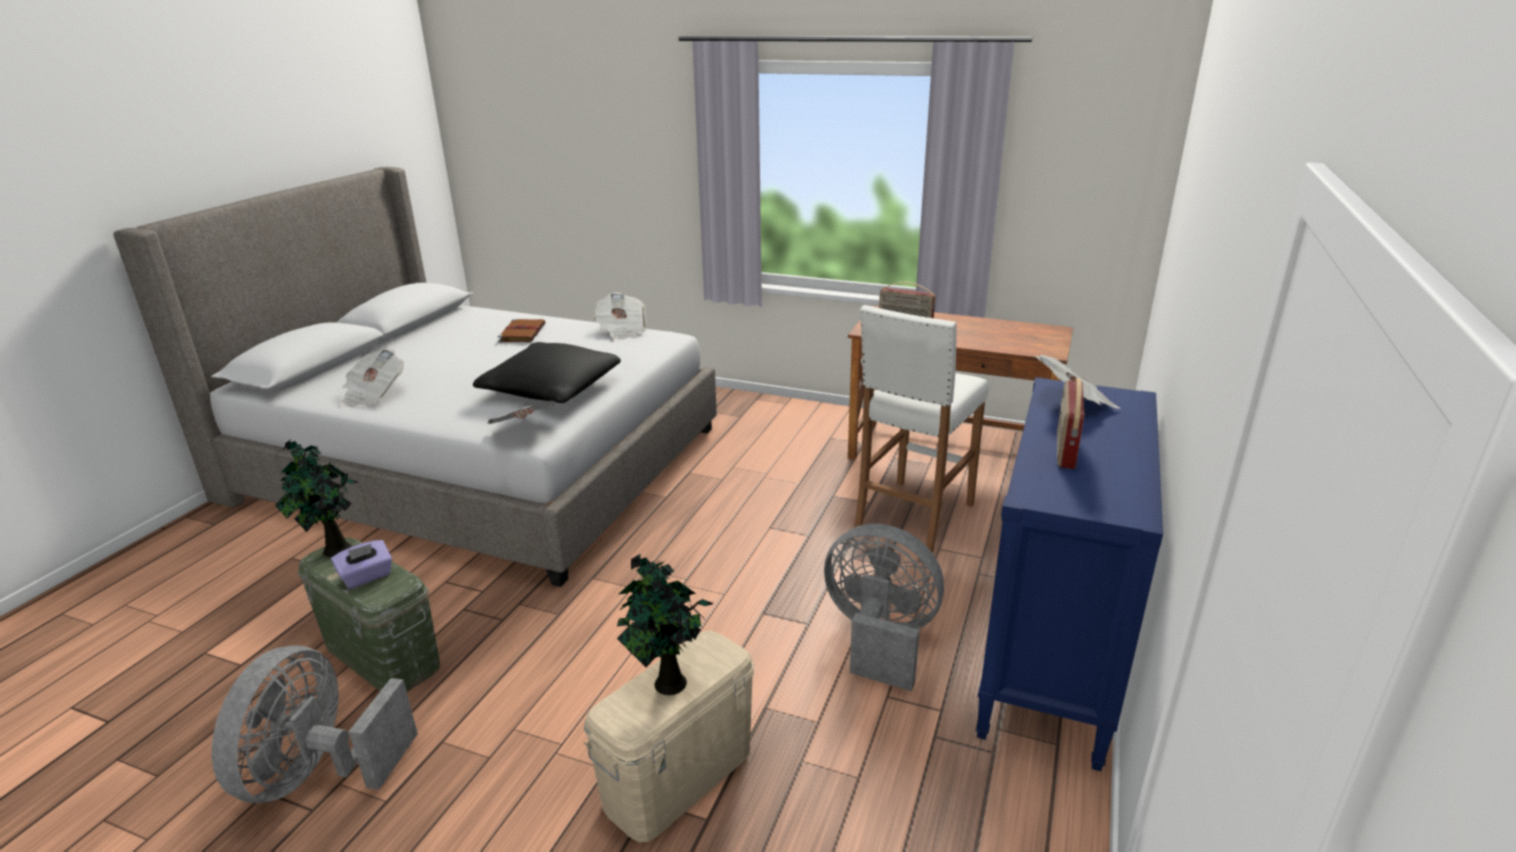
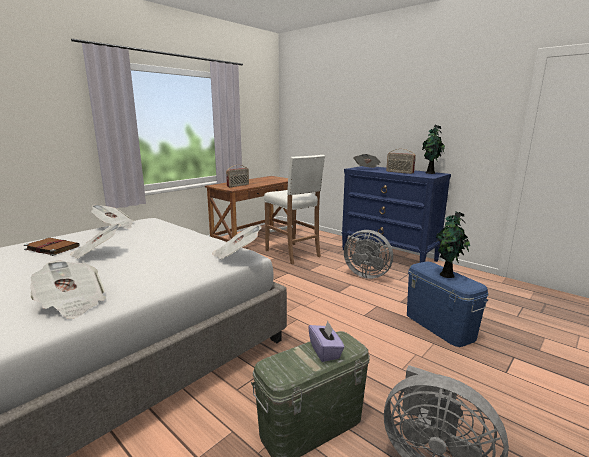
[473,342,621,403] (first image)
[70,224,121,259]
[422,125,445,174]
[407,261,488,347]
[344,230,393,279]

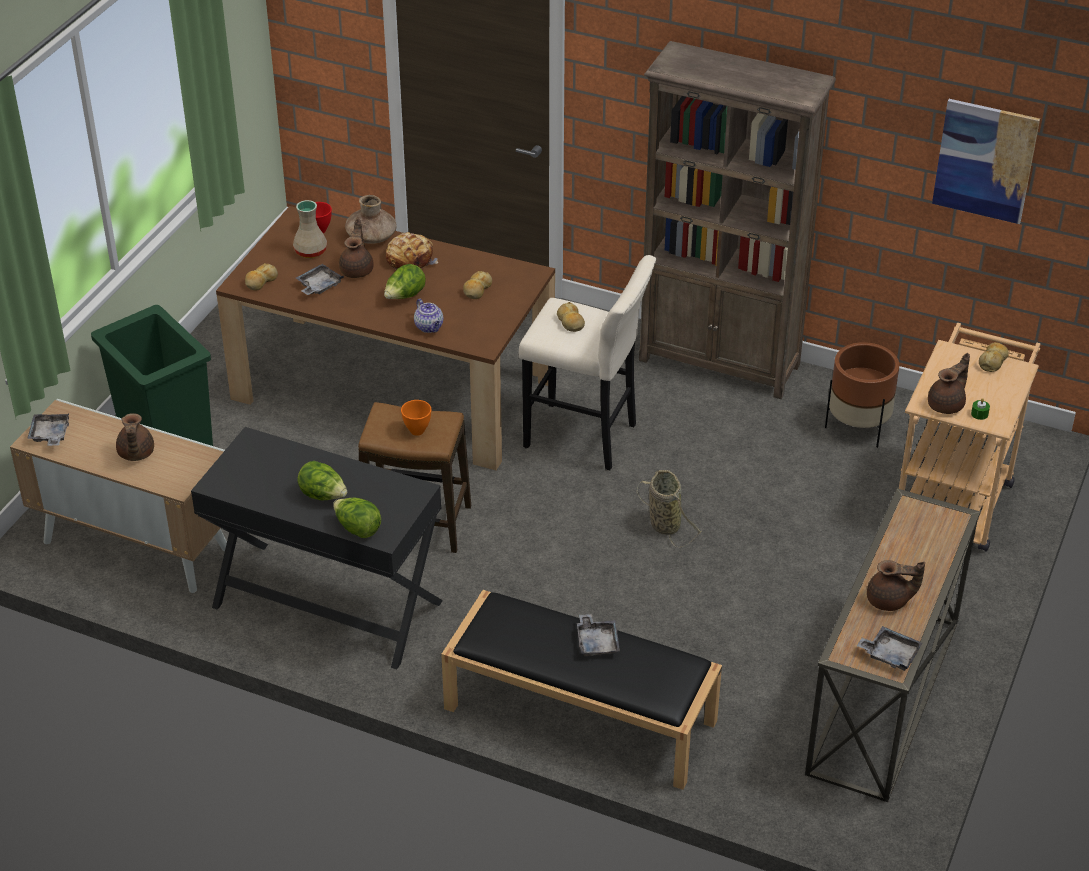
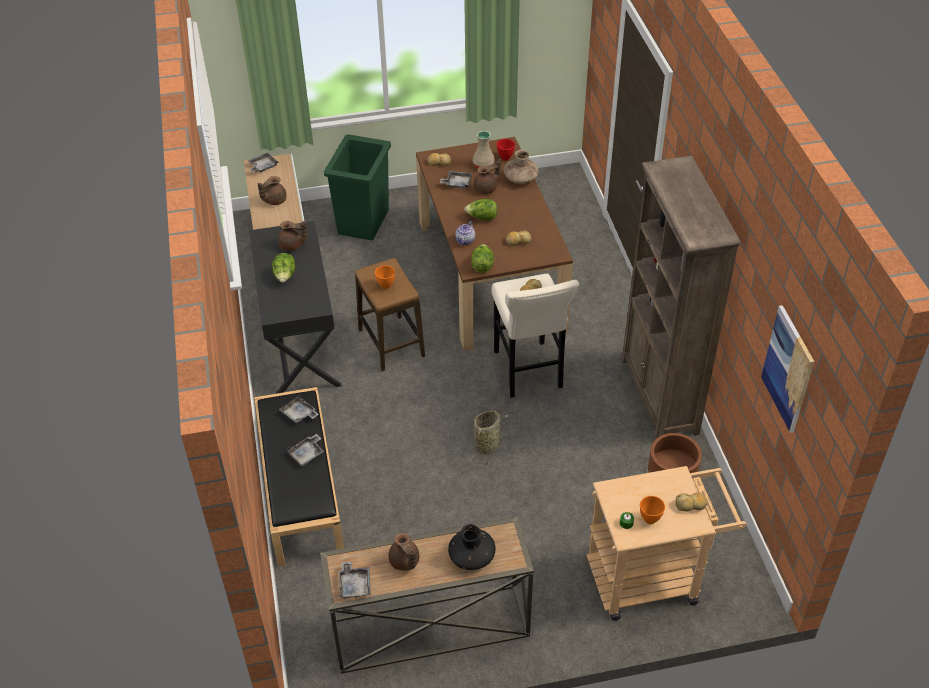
[386,232,438,270] (first image)
[279,395,319,423]
[448,524,496,570]
[640,496,665,524]
[471,244,494,273]
[278,221,307,251]

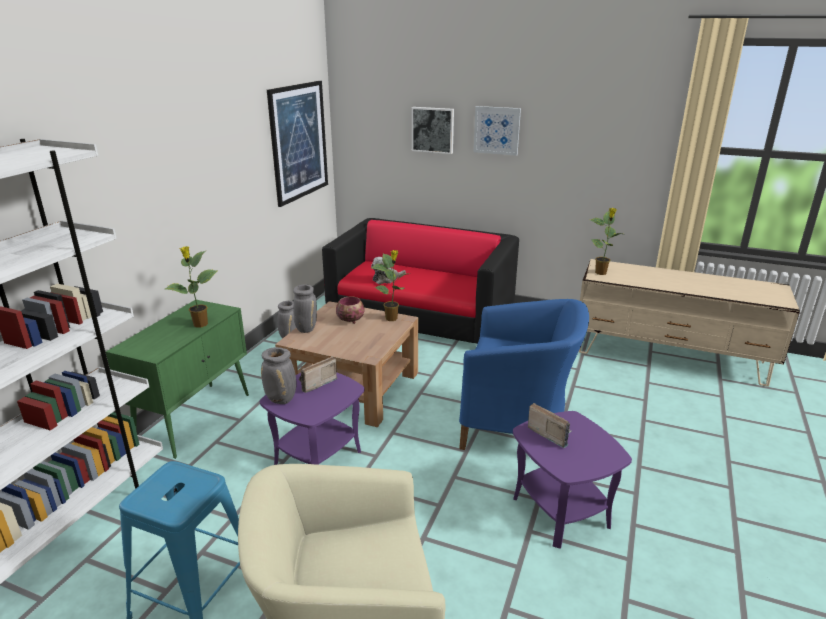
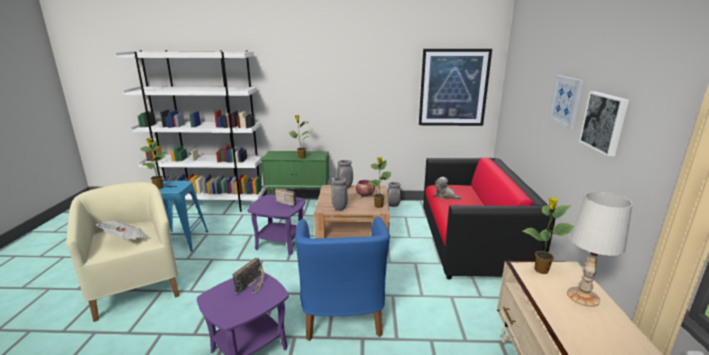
[96,221,150,240]
[140,138,165,189]
[567,192,633,307]
[331,177,348,210]
[579,91,629,156]

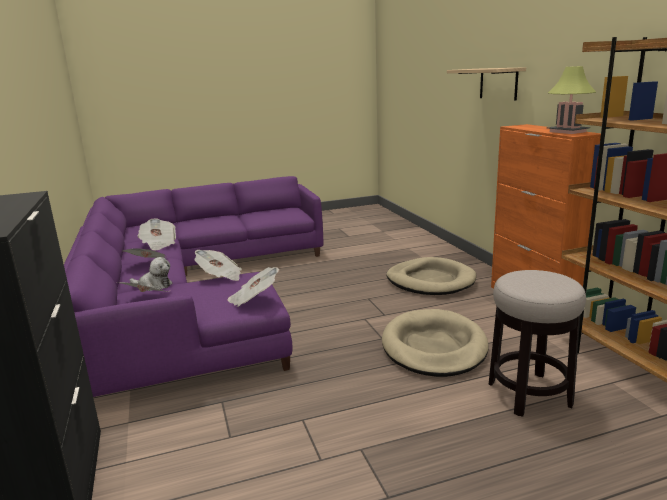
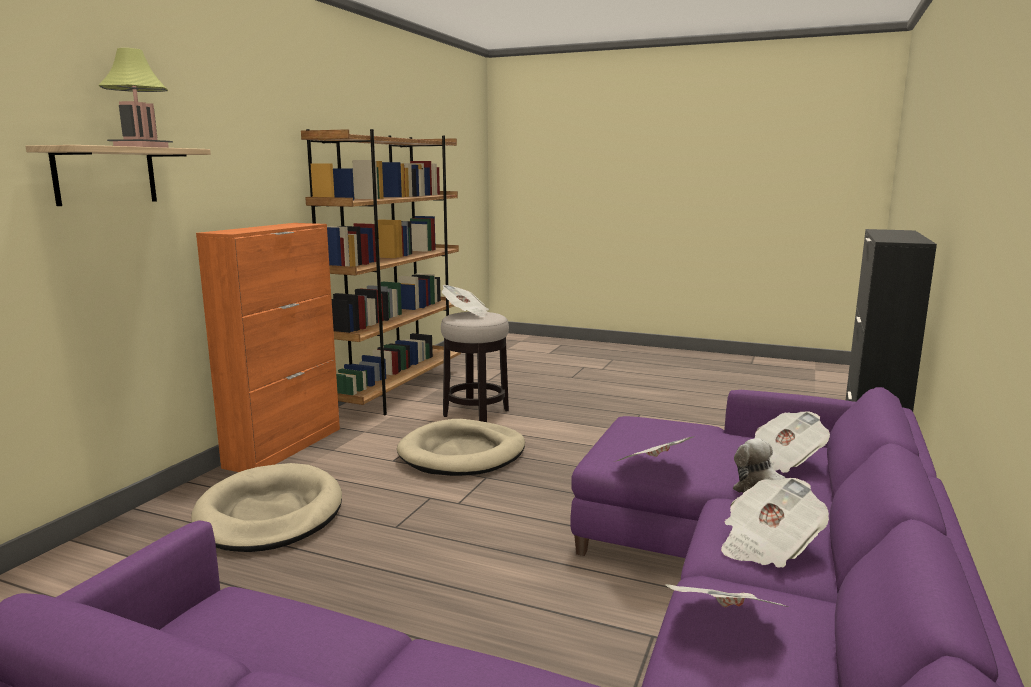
[441,285,489,317]
[99,48,173,148]

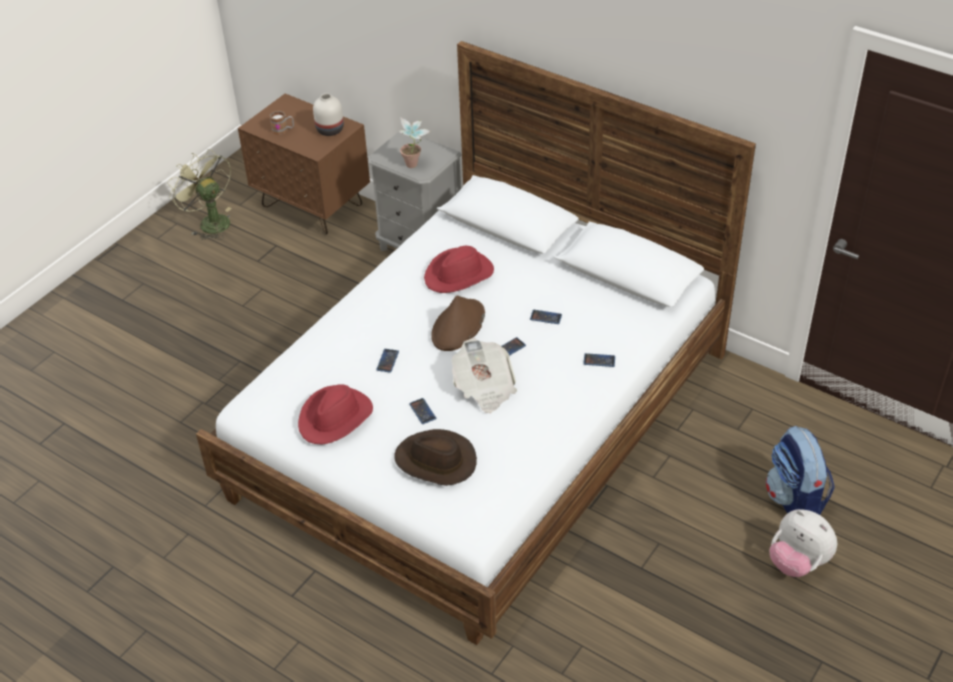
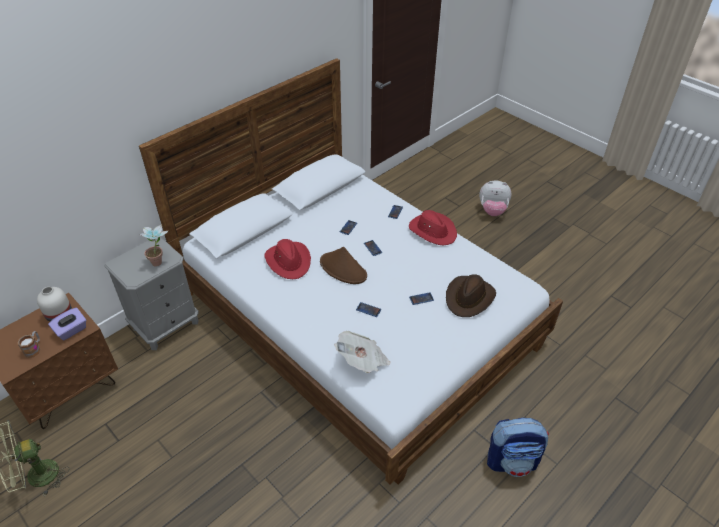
[48,308,86,340]
[409,210,457,245]
[334,331,390,373]
[487,418,549,477]
[479,181,511,216]

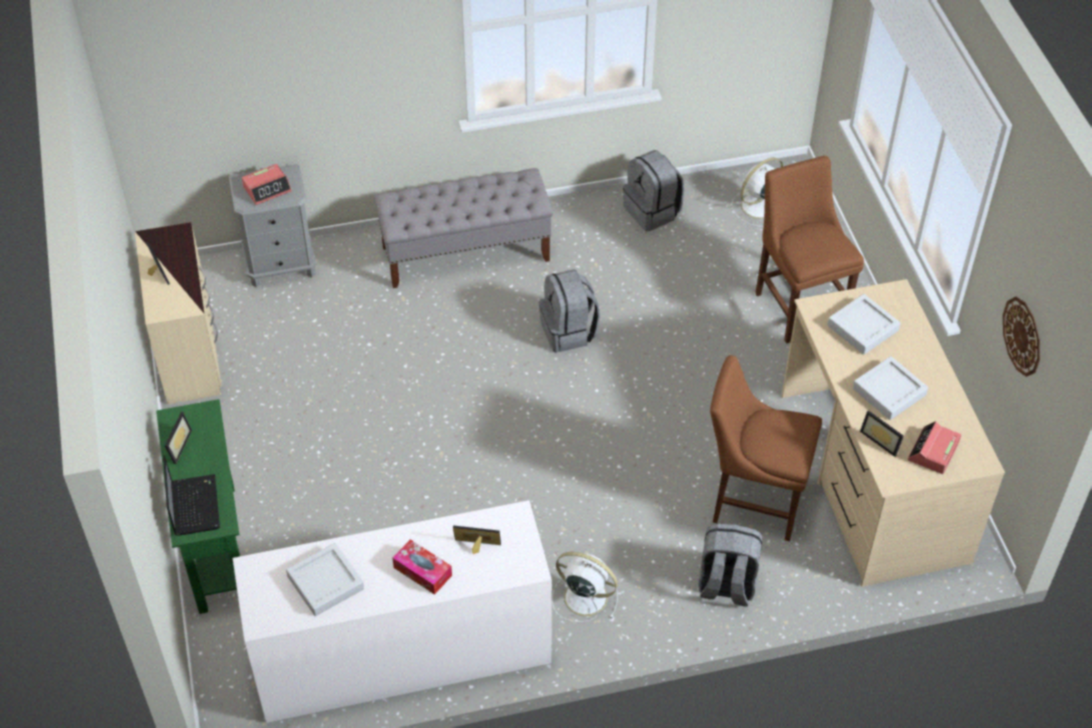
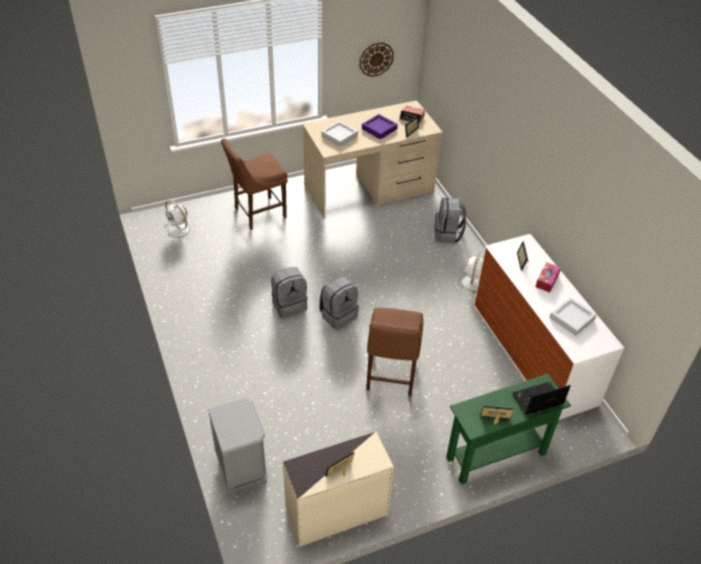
[242,164,292,205] (first image)
[375,168,553,288] (first image)
[319,277,359,330]
[366,307,424,396]
[362,114,398,139]

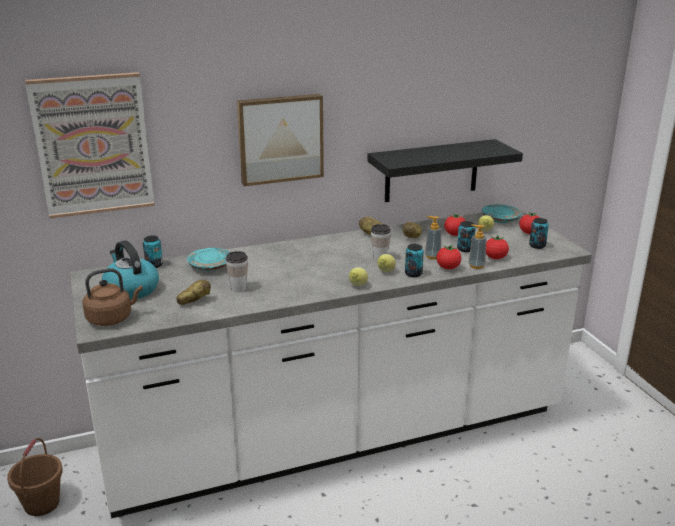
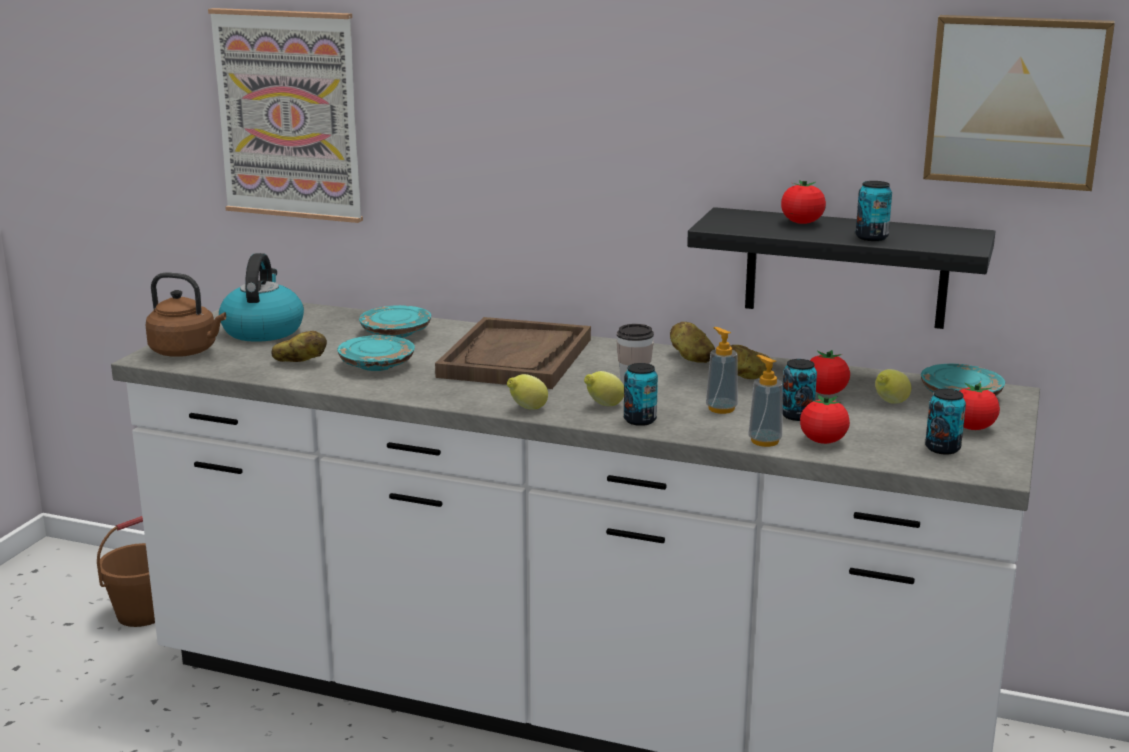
[435,317,591,389]
[856,181,892,241]
[923,15,1115,191]
[781,180,826,224]
[337,335,415,371]

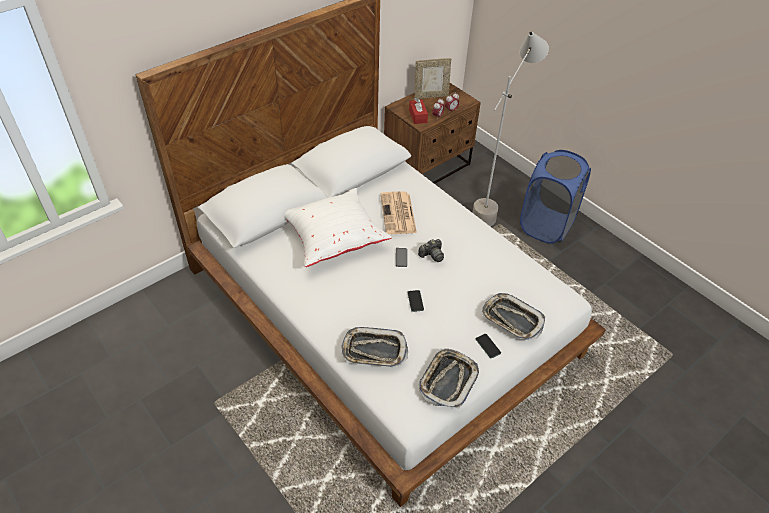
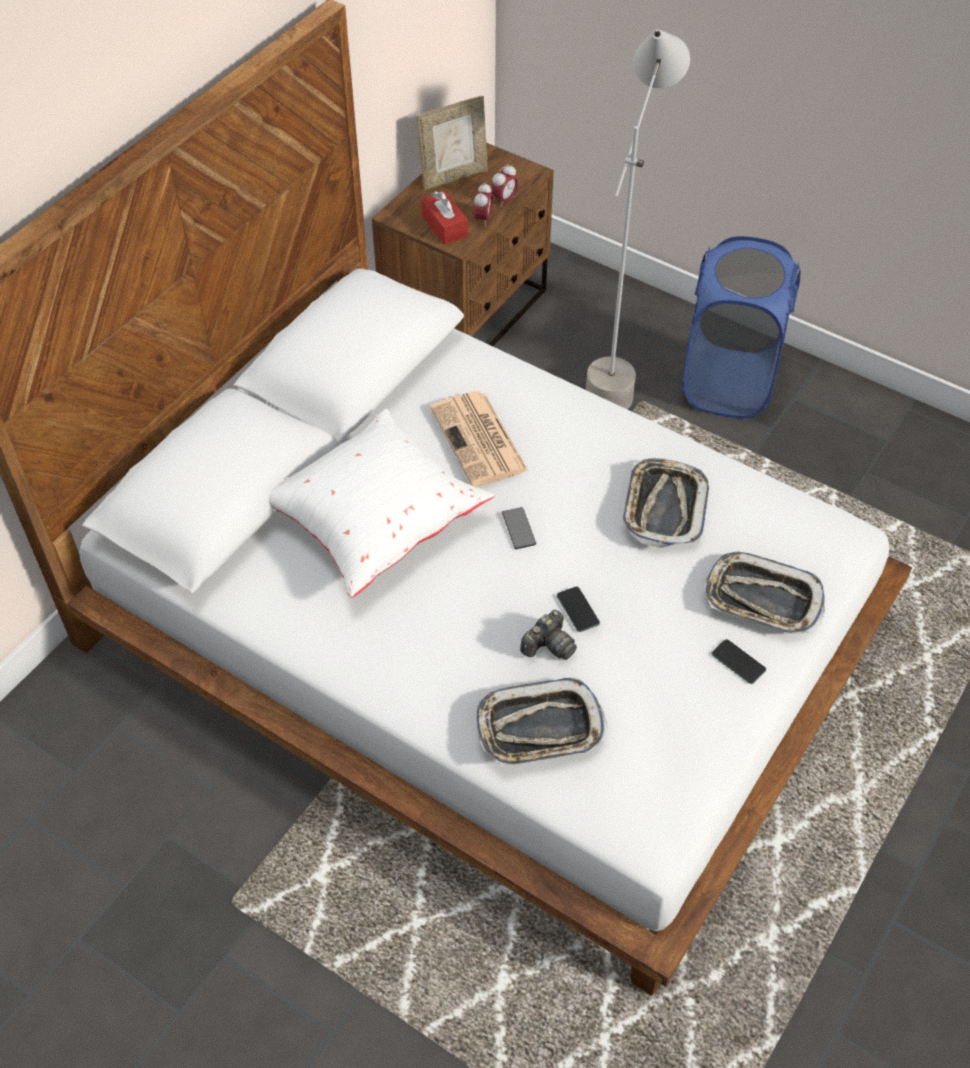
[520,610,577,660]
[623,458,709,548]

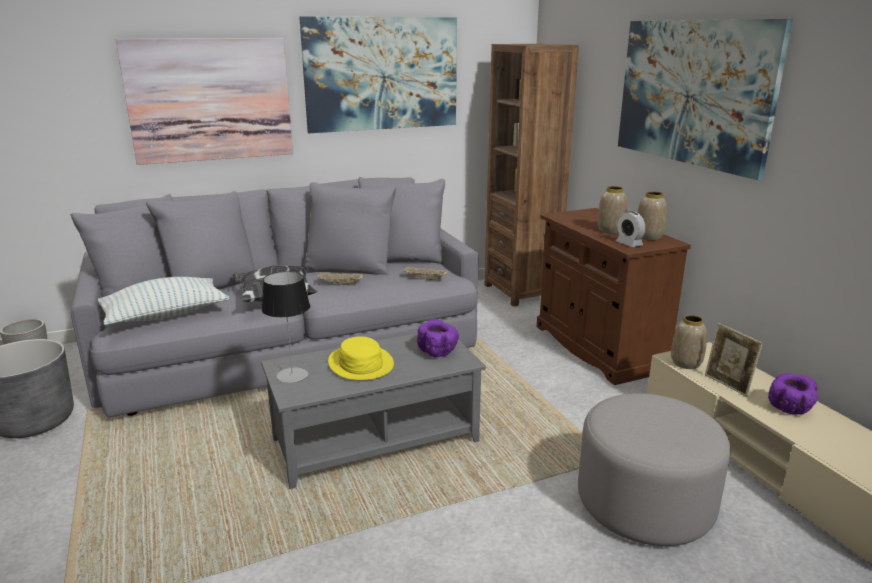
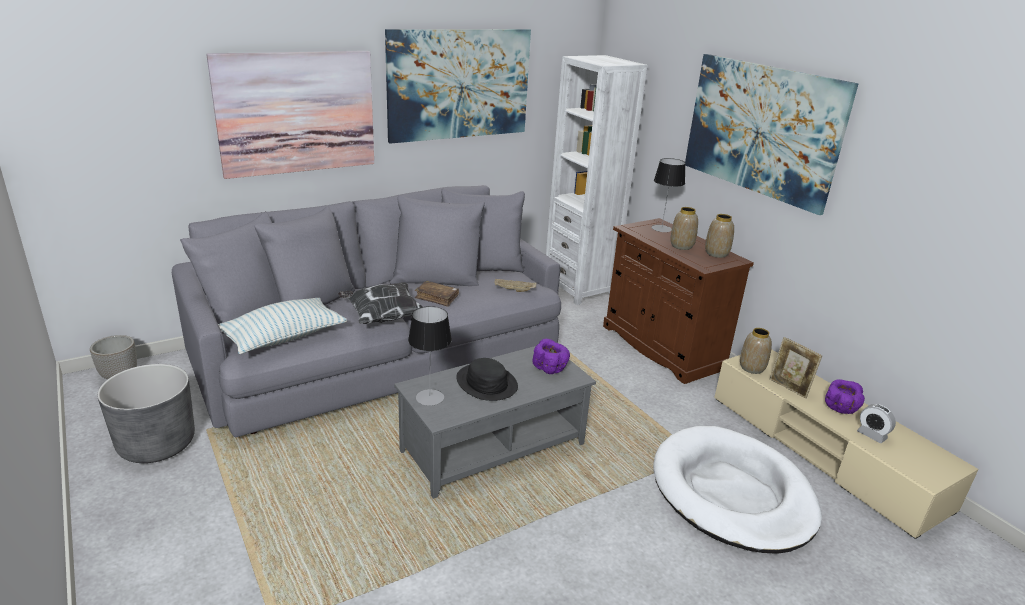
[651,158,685,232]
[857,404,896,443]
[415,281,459,307]
[653,426,822,554]
[456,358,518,401]
[546,55,648,305]

